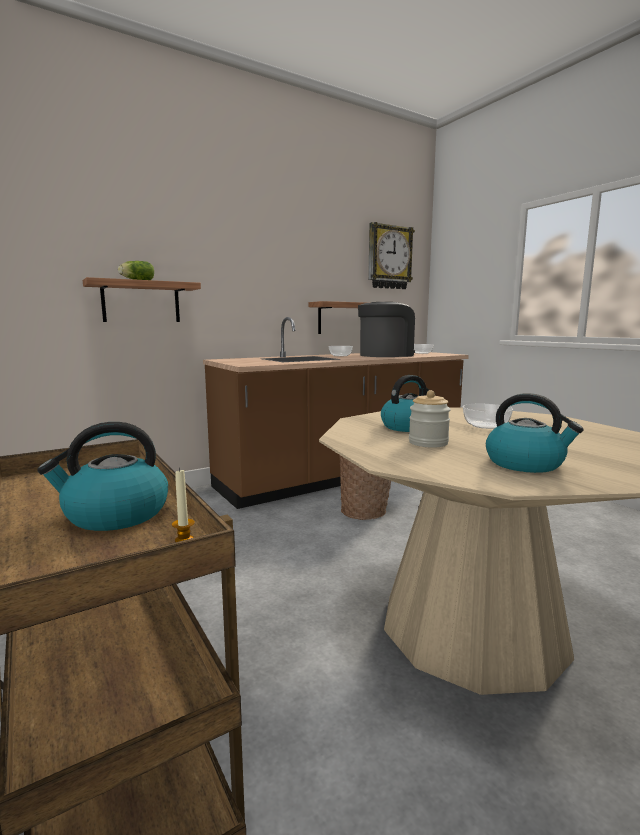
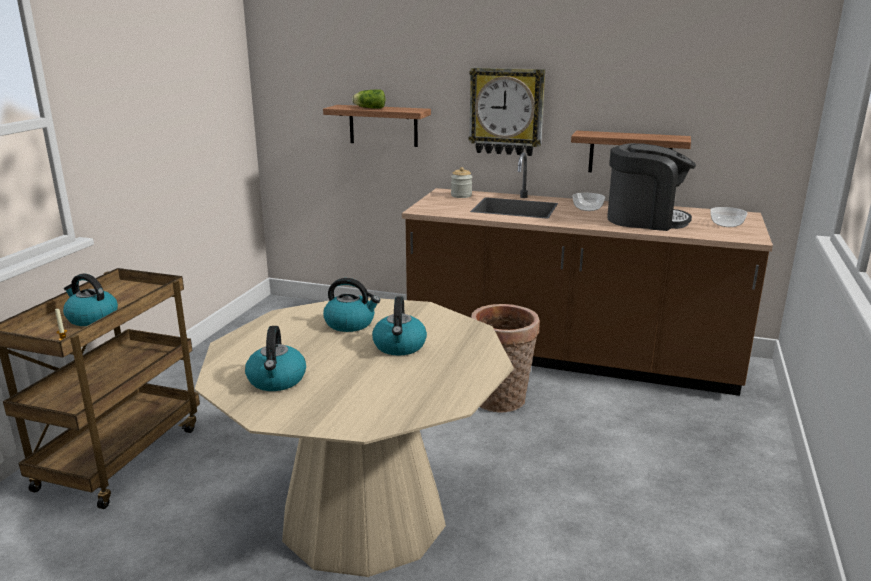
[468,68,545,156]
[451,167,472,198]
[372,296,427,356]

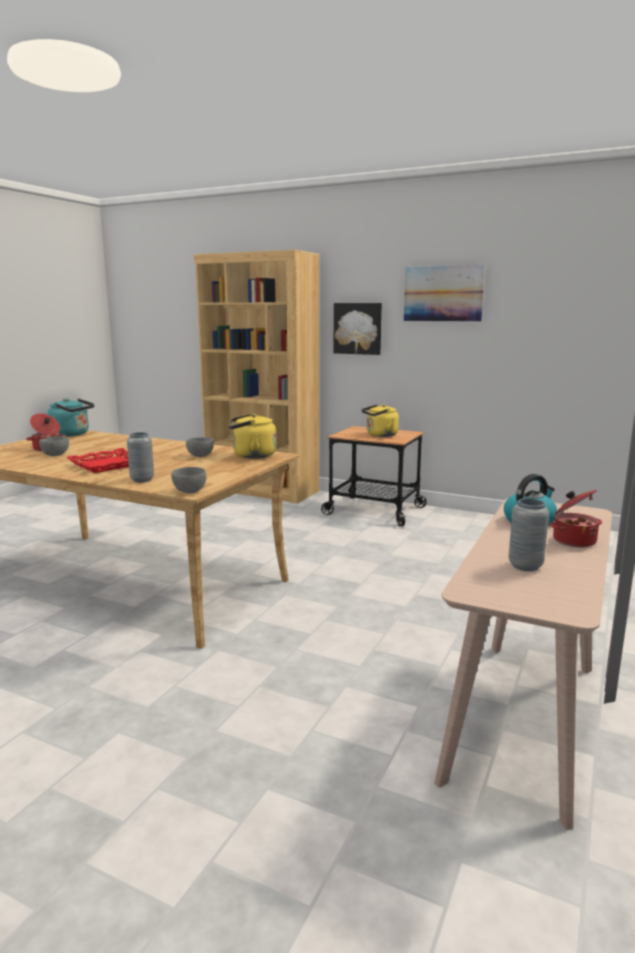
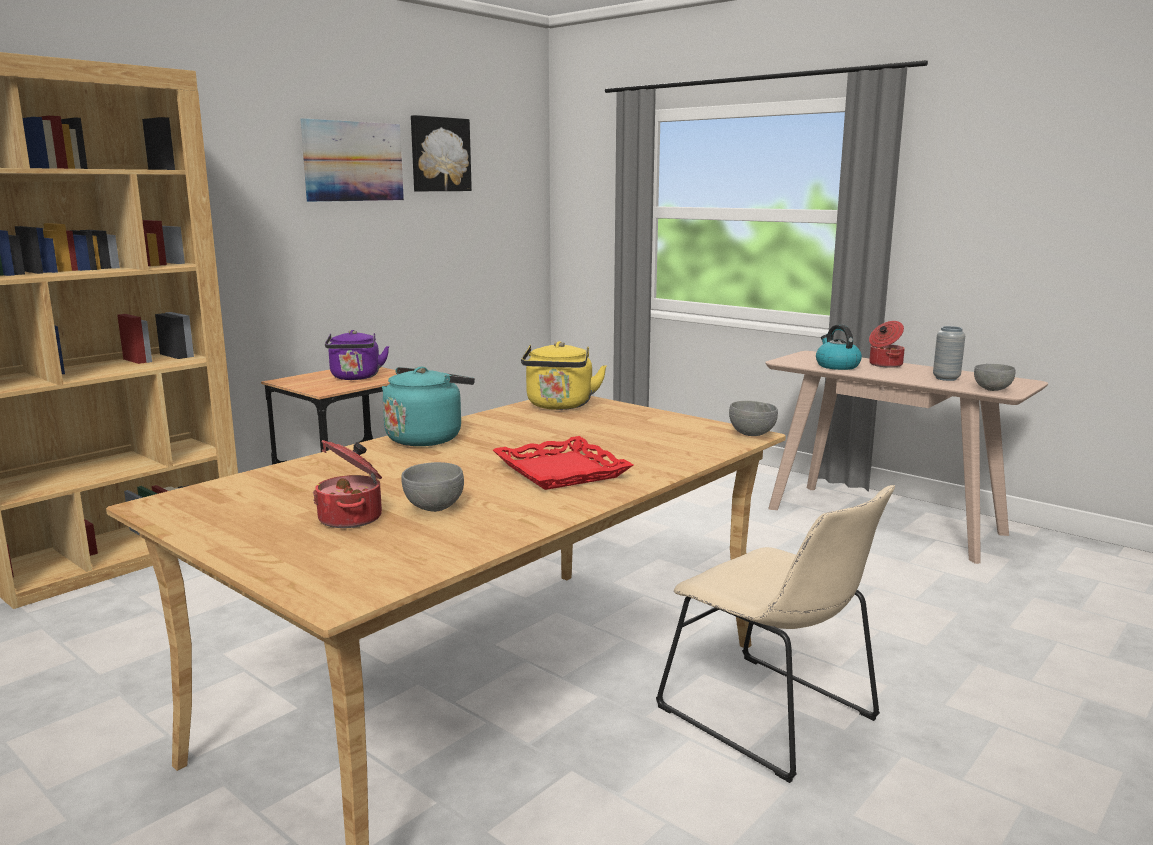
[127,432,154,482] (first image)
[656,485,895,783]
[382,367,475,446]
[974,364,1016,391]
[411,115,472,191]
[325,330,389,380]

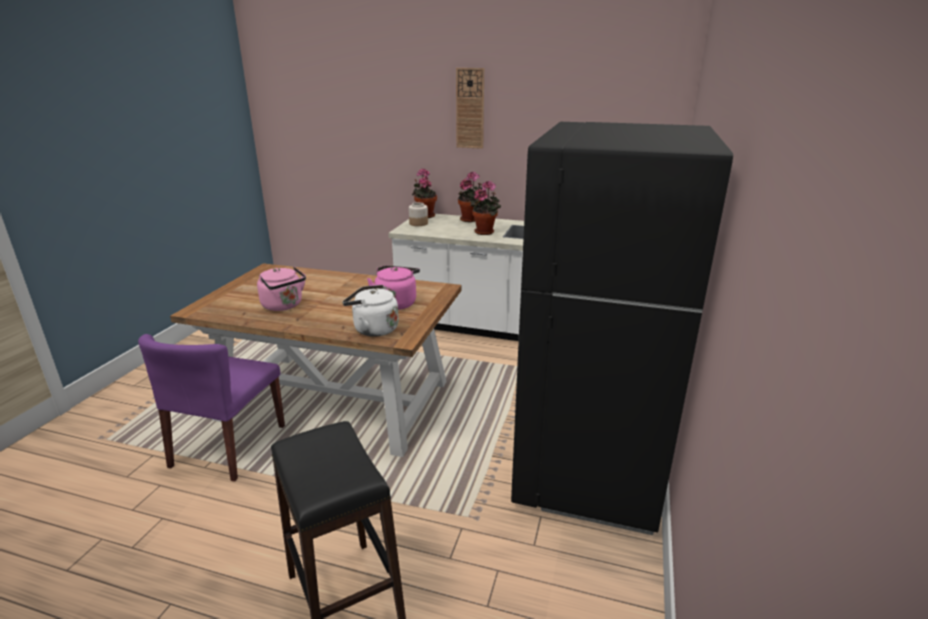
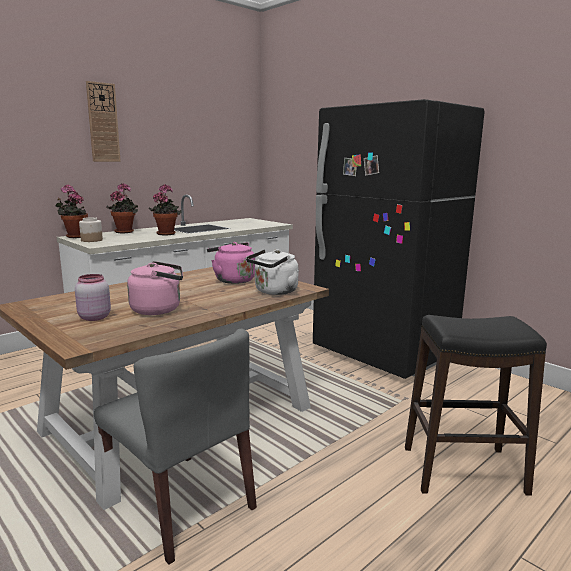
[75,274,111,321]
[94,329,257,565]

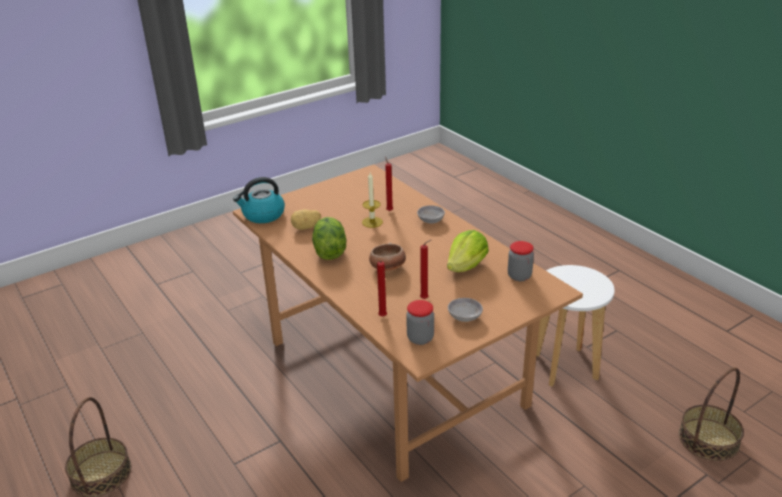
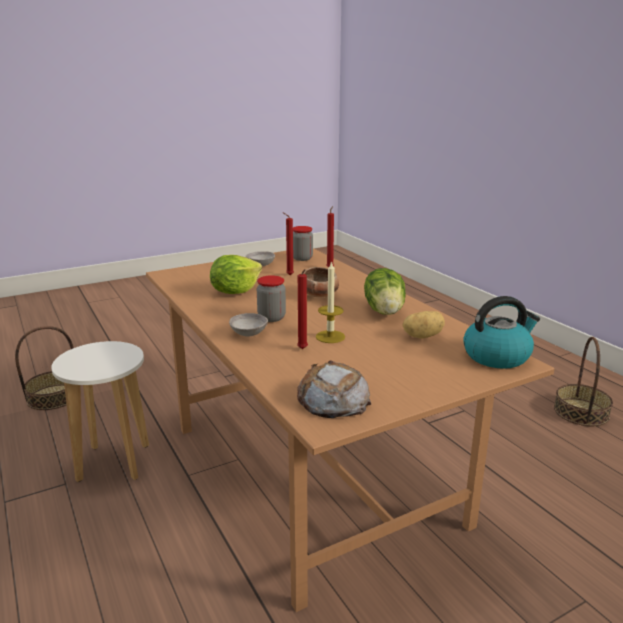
[297,360,371,418]
[257,275,286,322]

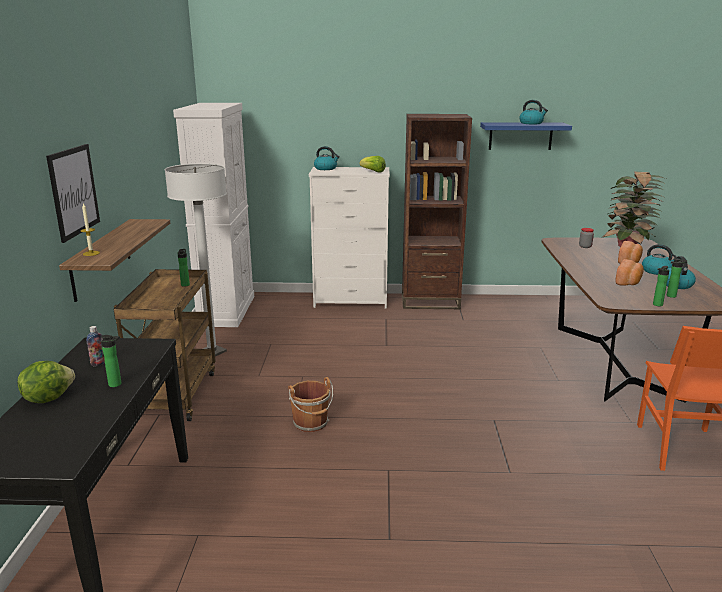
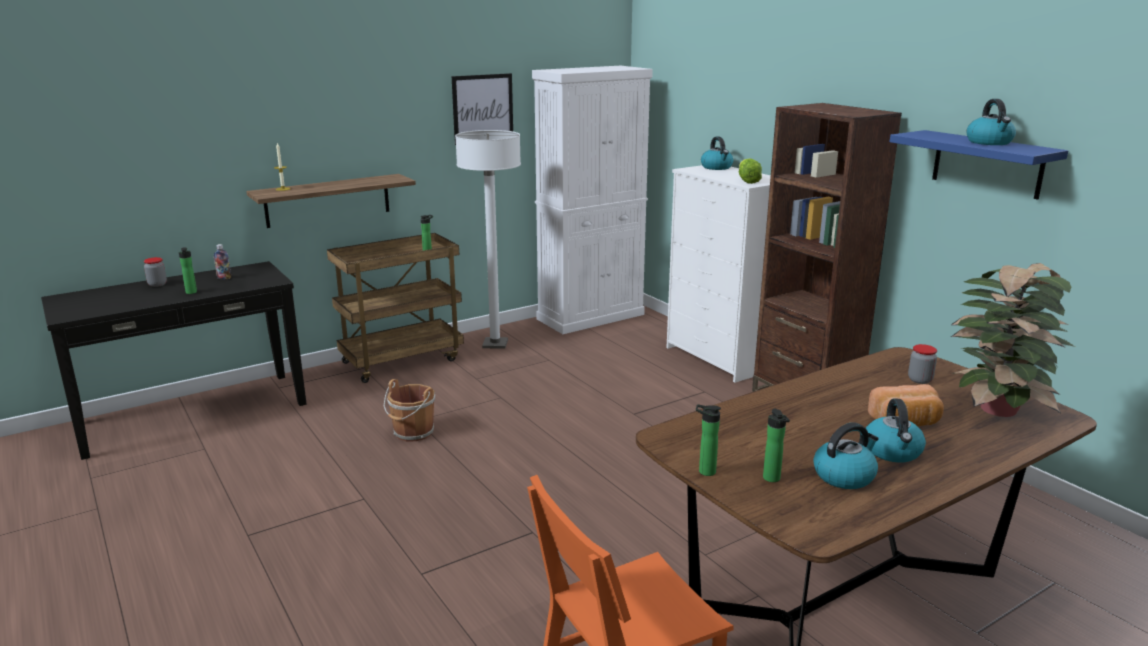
[615,259,644,286] (first image)
[452,73,513,145]
[144,257,167,287]

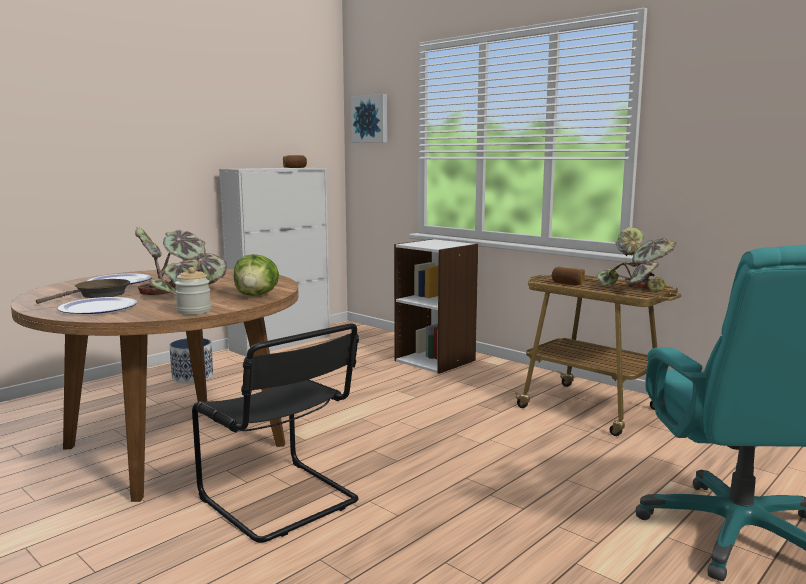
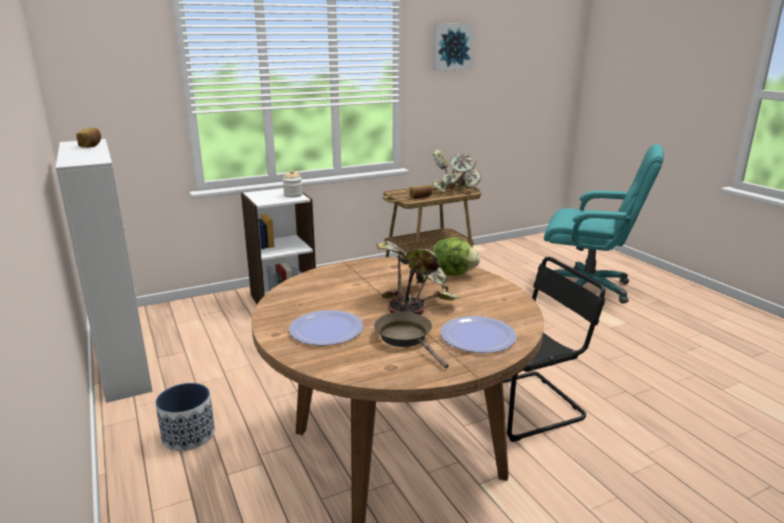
[283,170,303,198]
[433,23,474,71]

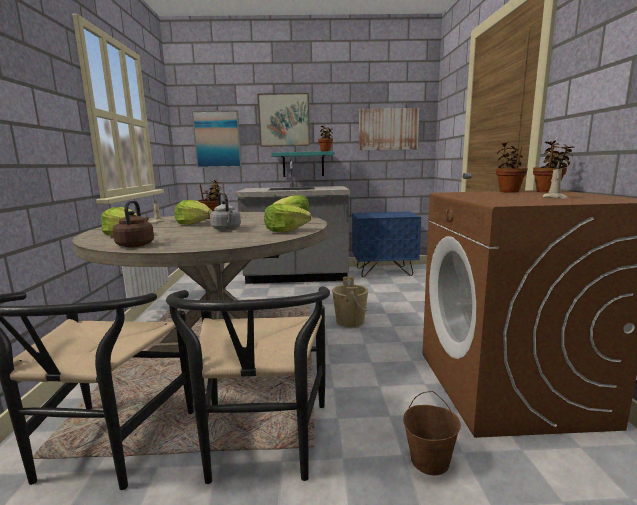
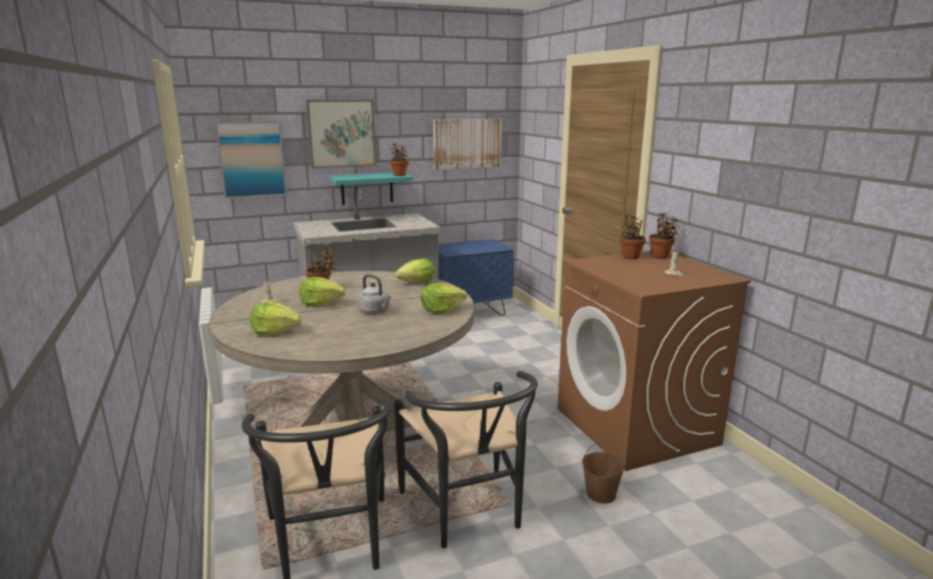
[113,200,154,247] (first image)
[332,277,368,327] (first image)

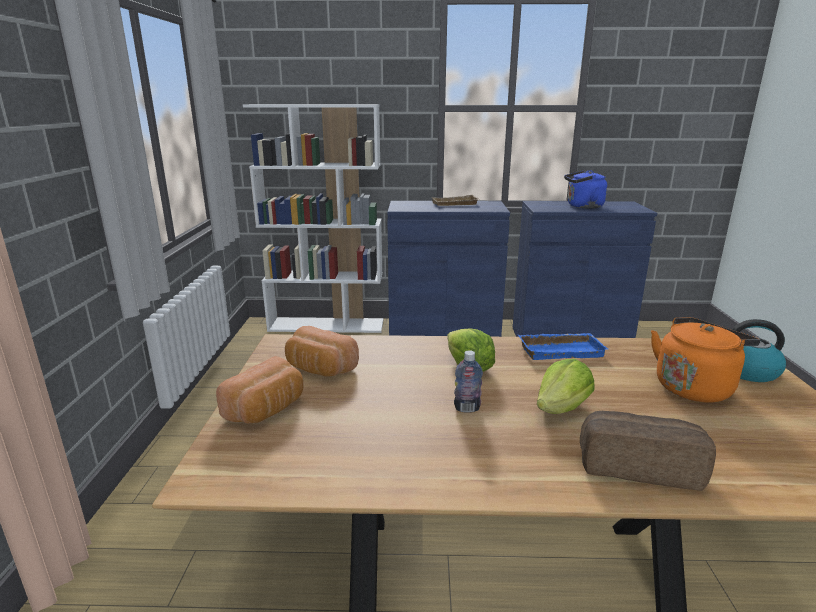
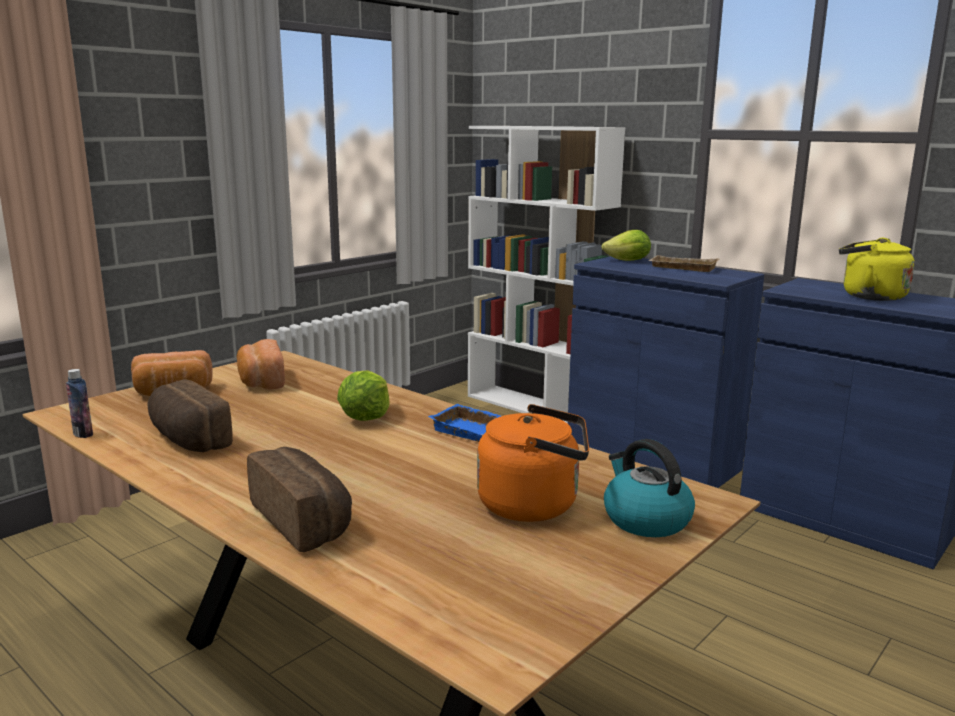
[148,379,233,452]
[66,369,93,438]
[602,230,651,261]
[839,238,915,301]

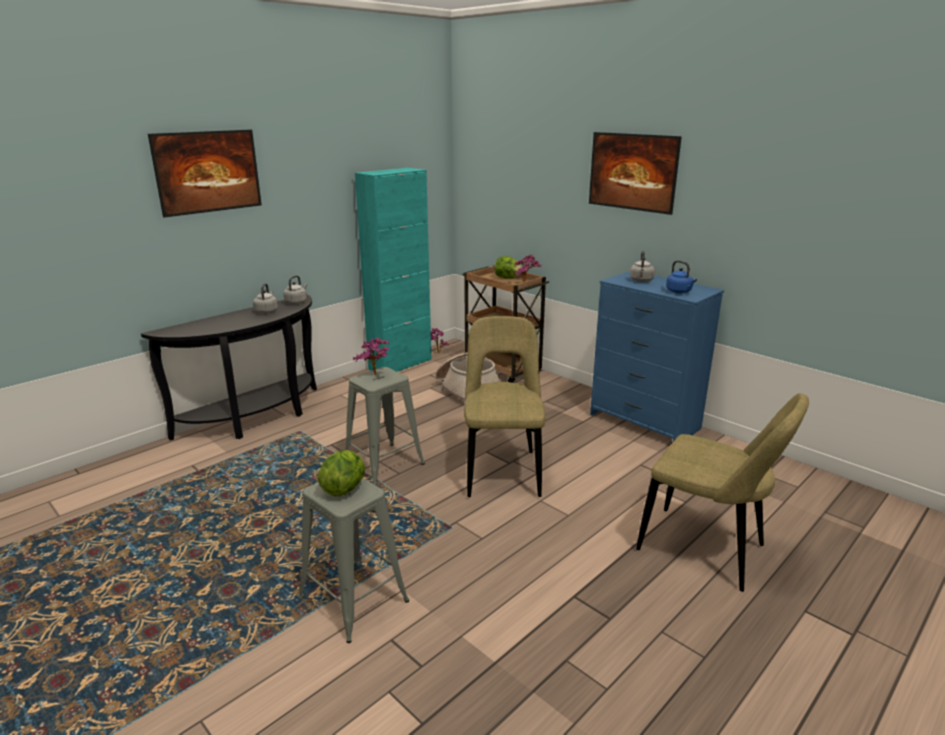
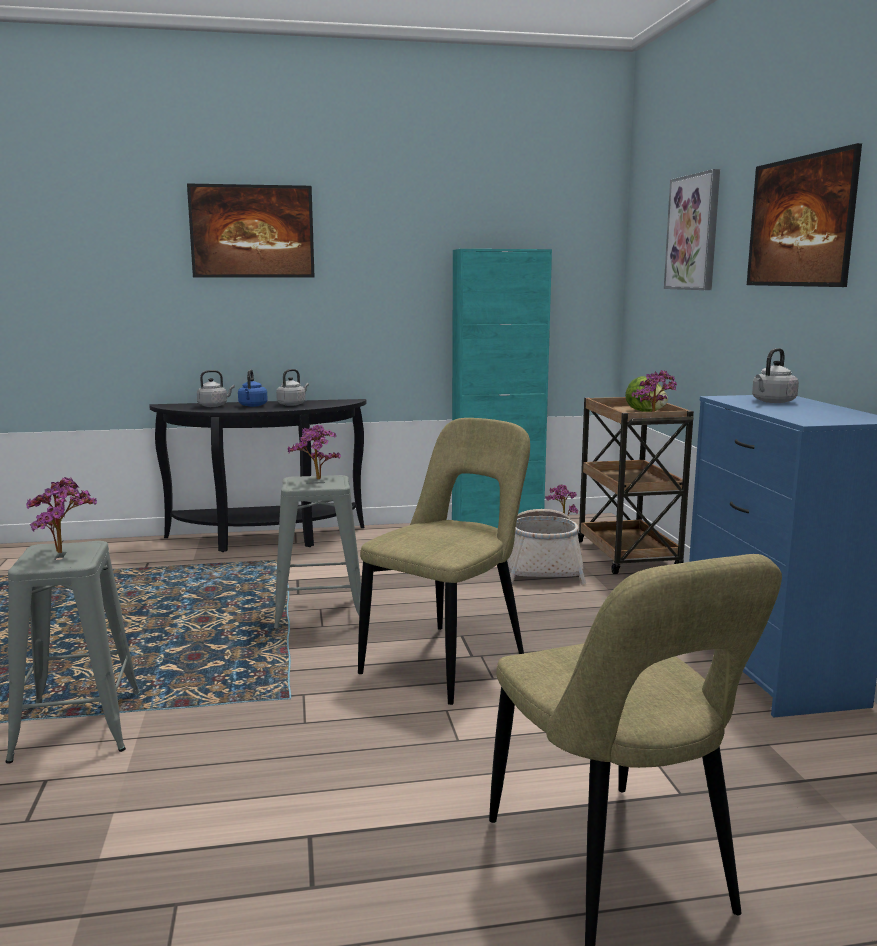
[664,169,720,290]
[197,370,235,407]
[238,369,268,407]
[26,477,97,553]

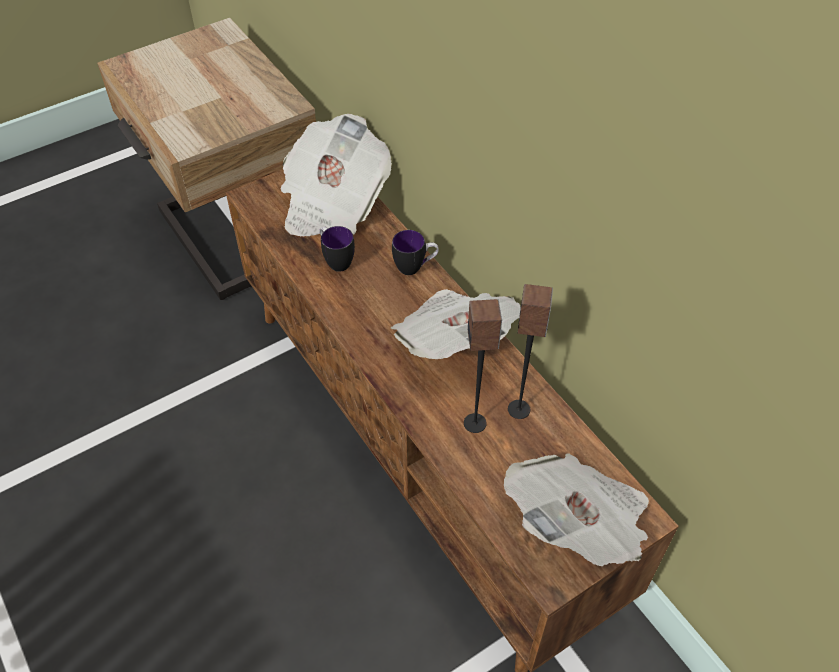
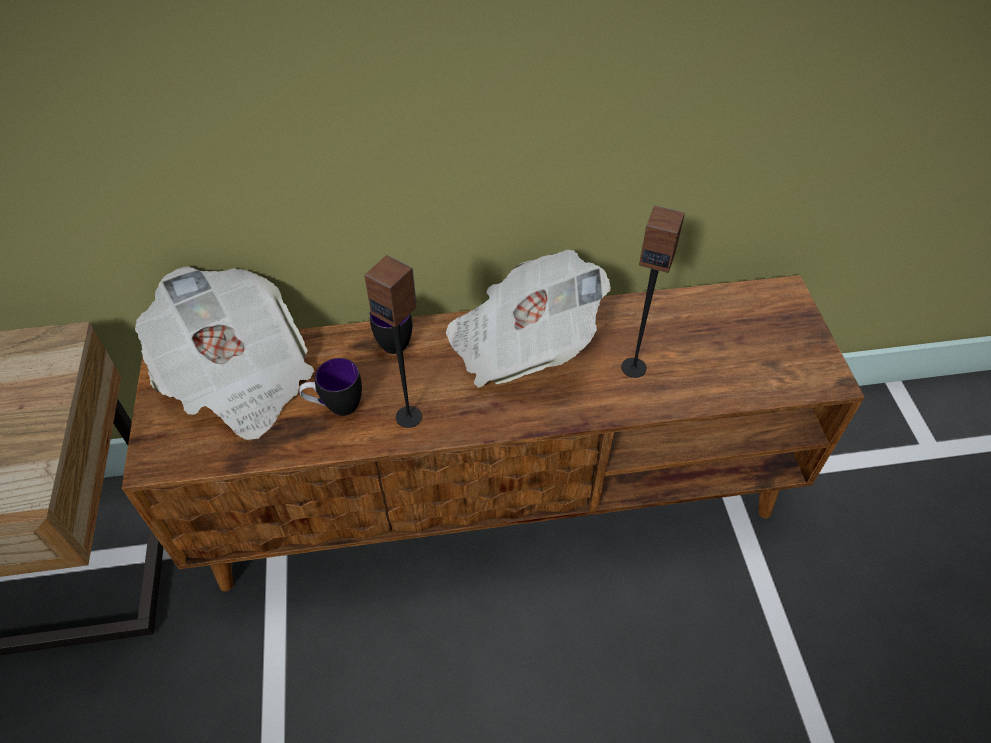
[504,453,649,566] (first image)
[364,255,422,428]

